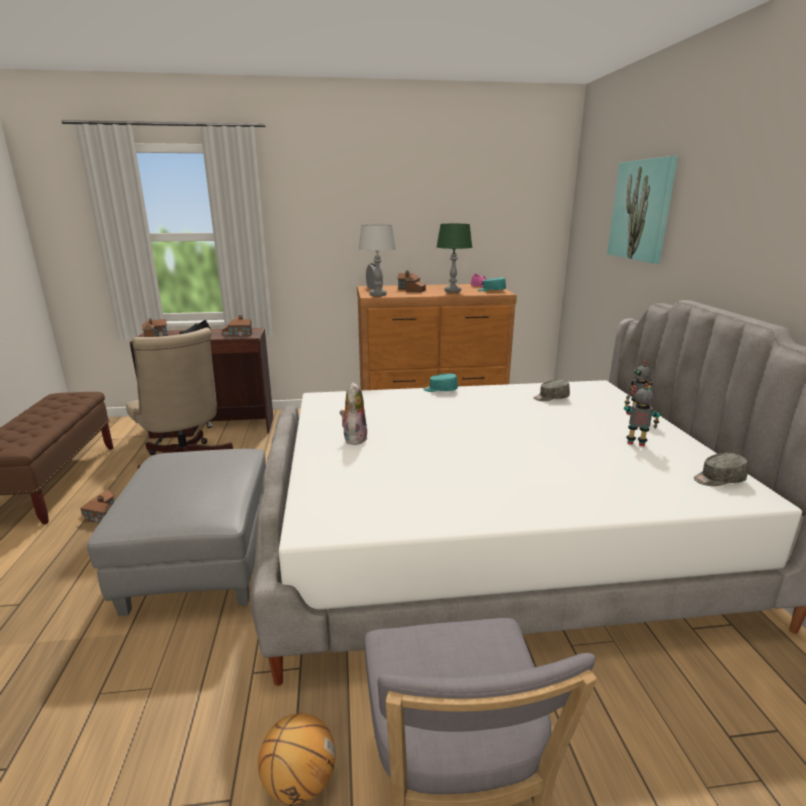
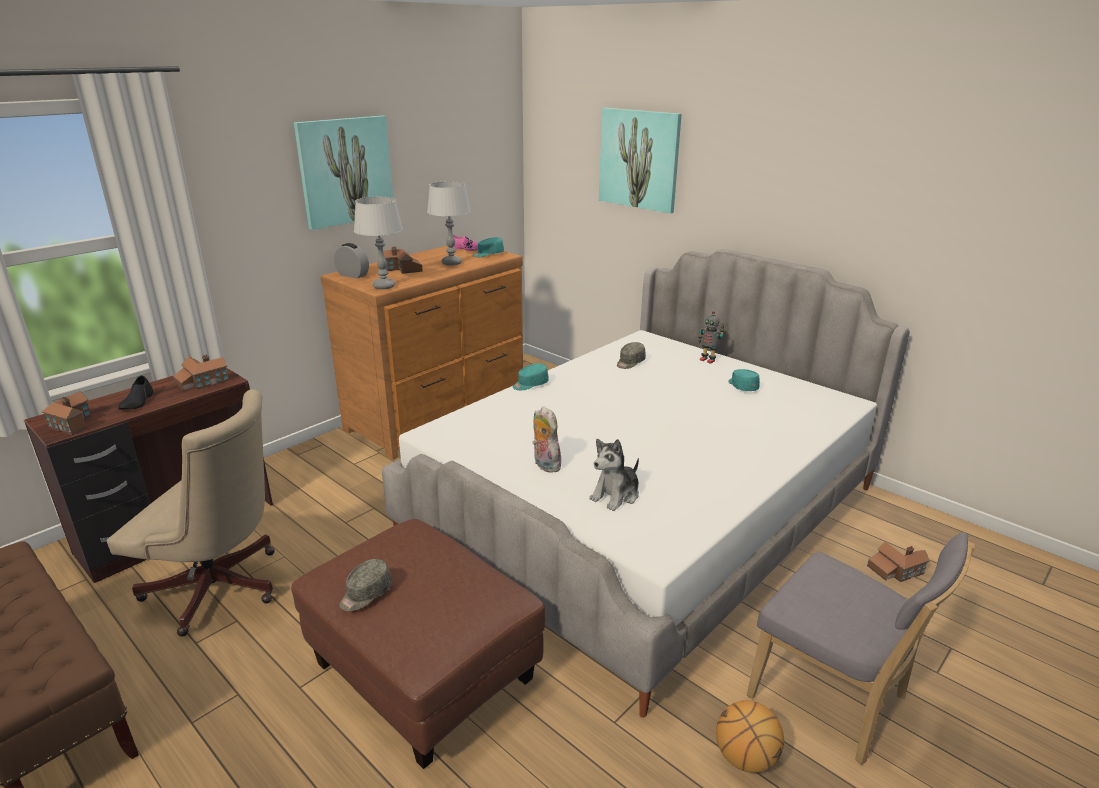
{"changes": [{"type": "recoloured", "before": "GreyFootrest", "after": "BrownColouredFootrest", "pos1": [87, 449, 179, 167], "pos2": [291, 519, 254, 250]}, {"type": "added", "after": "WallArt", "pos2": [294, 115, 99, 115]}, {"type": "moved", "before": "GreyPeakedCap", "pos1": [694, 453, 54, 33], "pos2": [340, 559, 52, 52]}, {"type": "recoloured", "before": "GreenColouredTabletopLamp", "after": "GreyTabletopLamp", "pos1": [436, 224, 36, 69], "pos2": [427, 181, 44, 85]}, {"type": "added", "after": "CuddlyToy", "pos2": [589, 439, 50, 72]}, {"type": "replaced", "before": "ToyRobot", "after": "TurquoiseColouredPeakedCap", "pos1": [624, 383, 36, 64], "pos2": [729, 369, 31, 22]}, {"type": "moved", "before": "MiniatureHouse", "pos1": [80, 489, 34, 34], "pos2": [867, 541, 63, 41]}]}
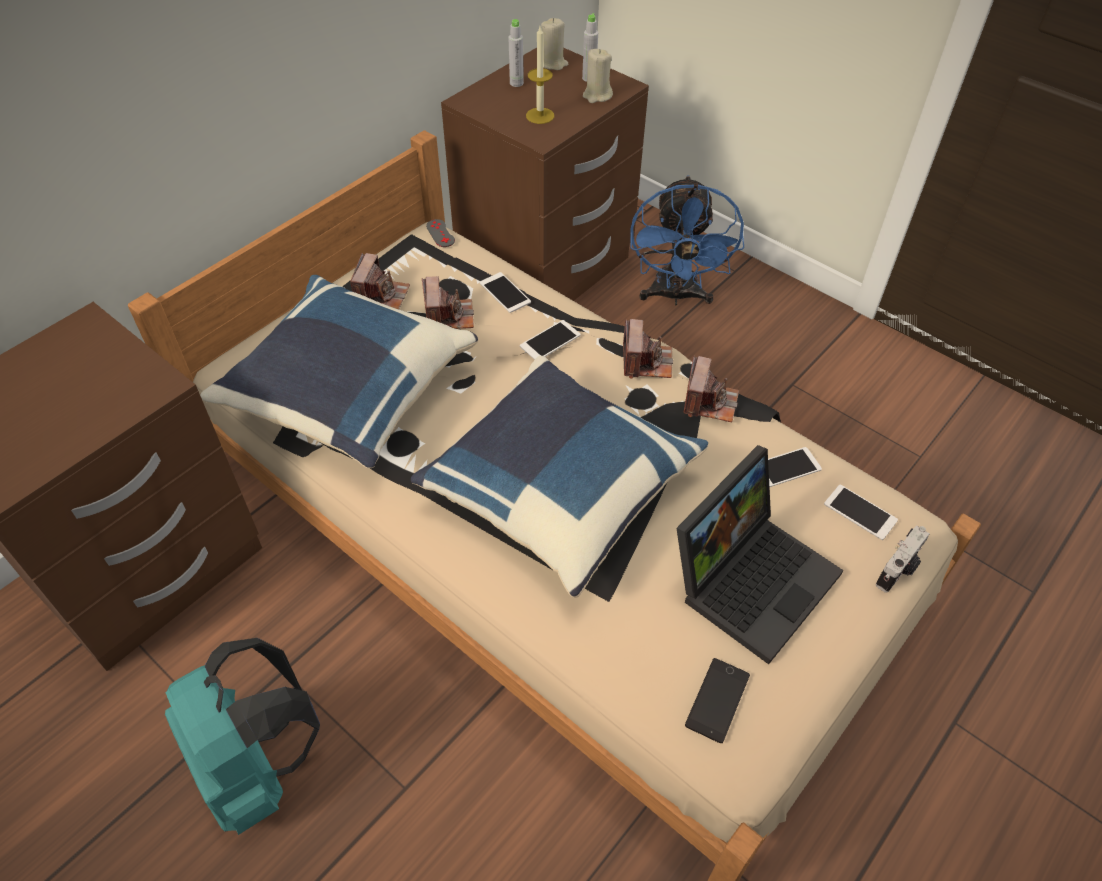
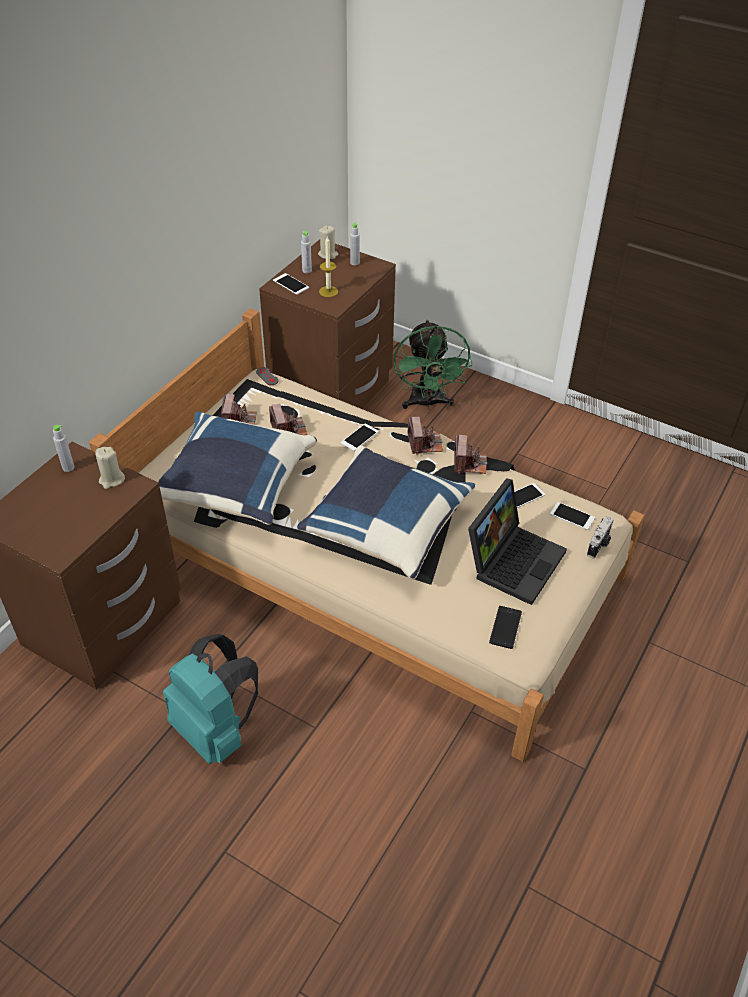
{"changes": [{"type": "added", "after": "GreyDrinkBottle", "pos2": [53, 425, 22, 47]}, {"type": "moved", "before": "SandColouredWaxLight", "pos1": [583, 49, 30, 54], "pos2": [95, 447, 30, 42]}, {"type": "moved", "before": "Telephone", "pos1": [480, 272, 51, 41], "pos2": [273, 273, 36, 22]}, {"type": "recoloured", "before": "BlueColouredFan", "after": "GreenColouredFan", "pos1": [630, 175, 114, 130], "pos2": [393, 320, 80, 90]}]}
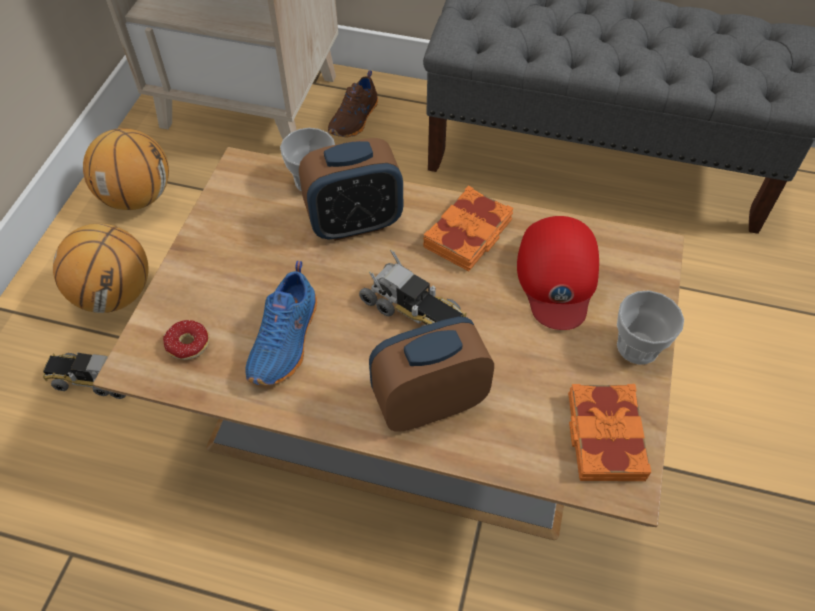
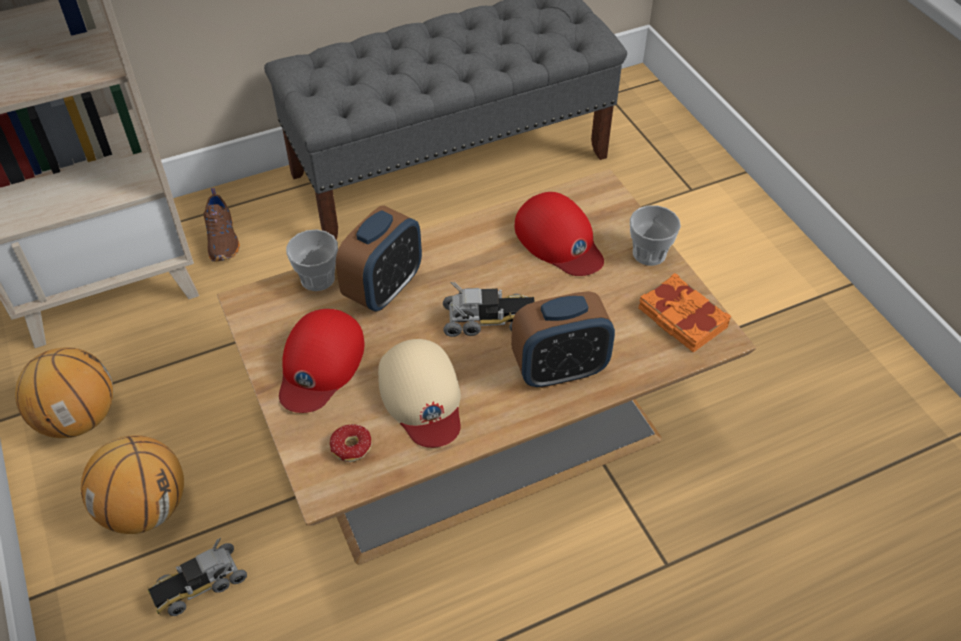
{"changes": [{"type": "added", "after": "ReddishPeakedCap", "pos2": [279, 309, 85, 104]}, {"type": "replaced", "before": "BlueColouredLowShoe", "after": "SandColouredPeakedCap", "pos1": [245, 261, 72, 124], "pos2": [378, 339, 83, 109]}, {"type": "turned", "before": "BedsideClock", "pos1": [369, 317, 125, 115], "pos2": [511, 291, 104, 97], "turn": -135}, {"type": "removed", "before": "OrangeBook", "pos1": [423, 185, 90, 86]}]}
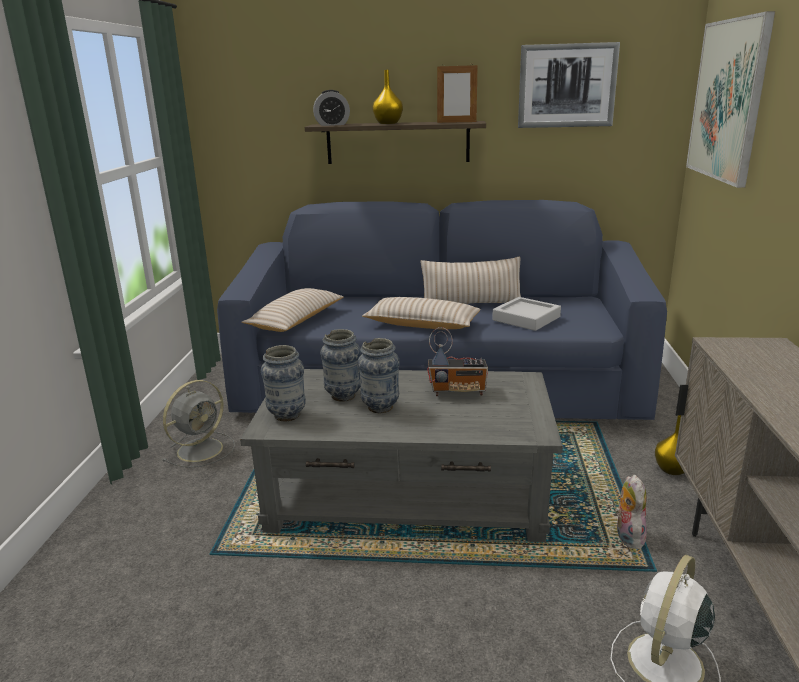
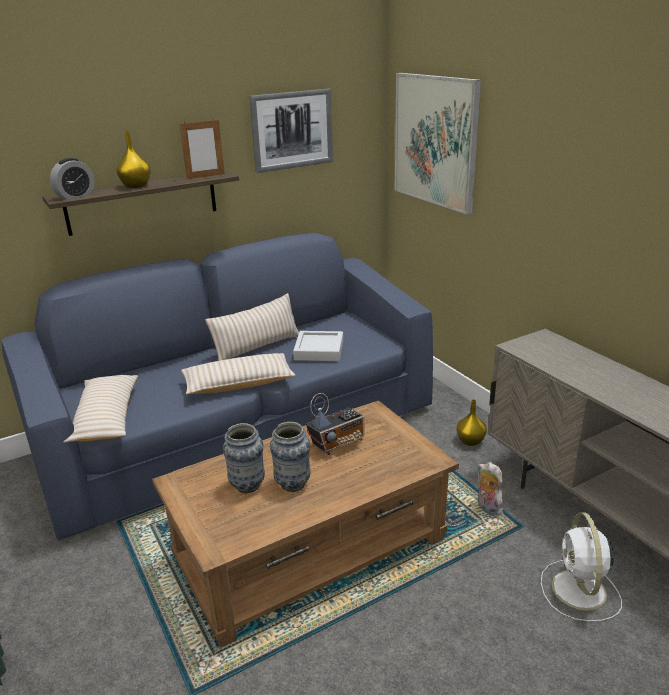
{"changes": [{"type": "recoloured", "before": "GreyLowTable", "after": "BrownColouredLowTable", "pos1": [240, 369, 323, 173], "pos2": [152, 400, 307, 248]}, {"type": "removed", "before": "GreyFan", "pos1": [162, 380, 73, 88]}, {"type": "removed", "before": "Vase", "pos1": [261, 345, 45, 76]}]}
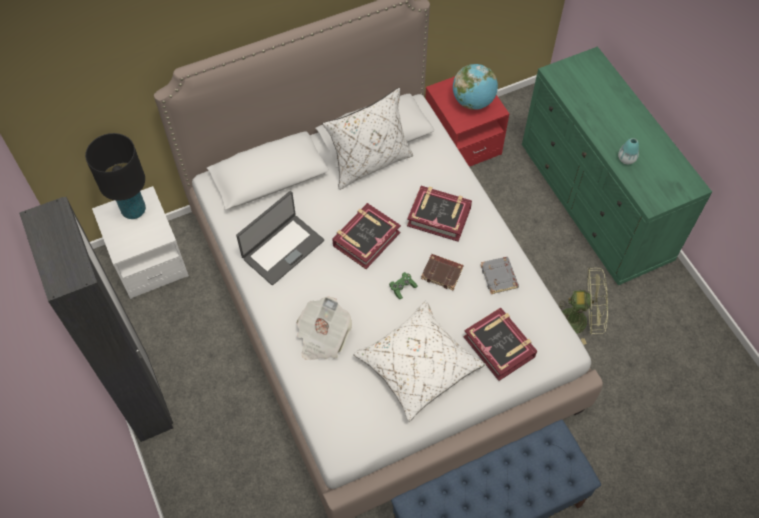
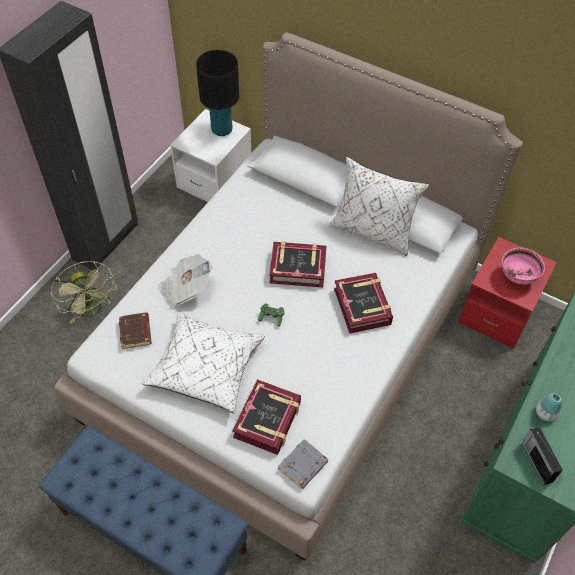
{"changes": [{"type": "moved", "before": "GreenColouredFan", "pos1": [559, 267, 49, 78], "pos2": [51, 261, 66, 63]}, {"type": "moved", "before": "BrownColouredBook", "pos1": [421, 254, 42, 36], "pos2": [119, 313, 33, 36]}, {"type": "moved", "before": "GreyBook", "pos1": [481, 257, 38, 37], "pos2": [278, 439, 50, 50]}, {"type": "replaced", "before": "WorldGlobe", "after": "PinkColouredDeepDish", "pos1": [453, 64, 45, 46], "pos2": [502, 248, 43, 37]}, {"type": "added", "after": "RadioSet", "pos2": [522, 427, 41, 58]}, {"type": "removed", "before": "NotebookComputer", "pos1": [236, 191, 88, 94]}]}
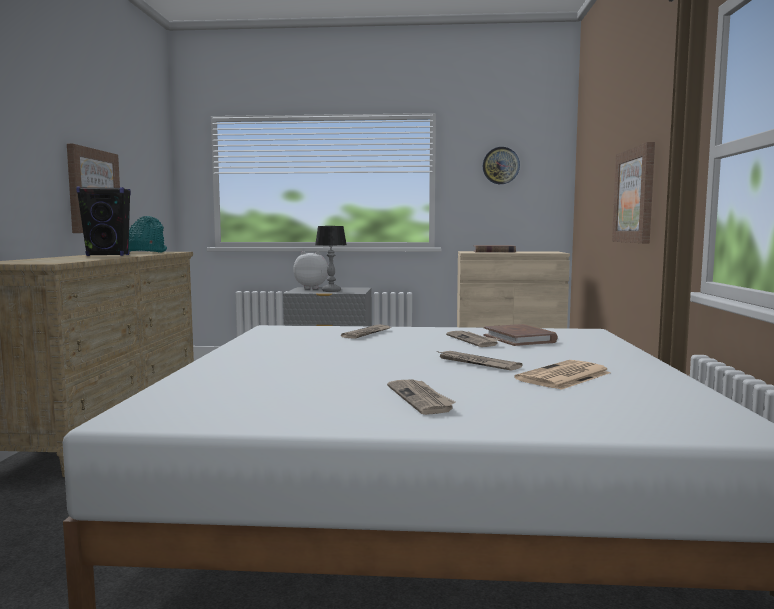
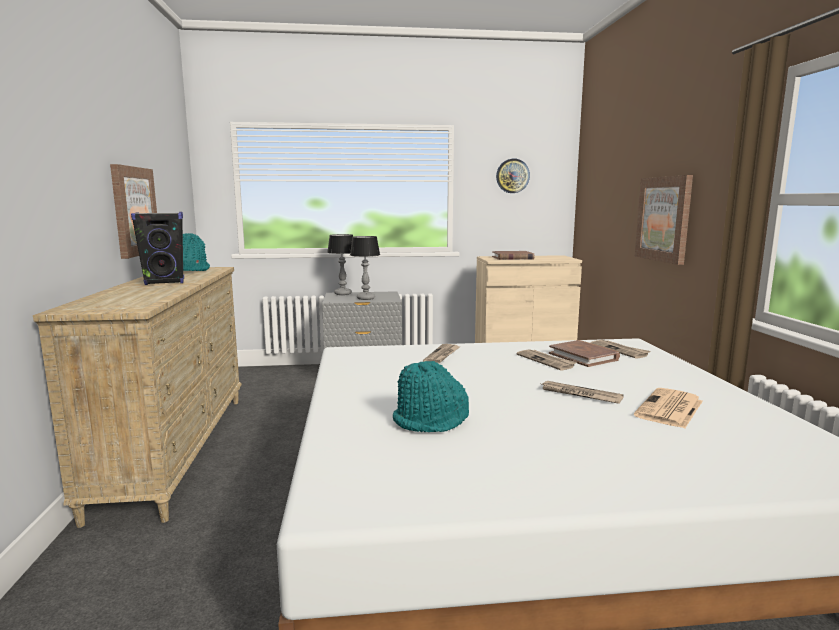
{"changes": [{"type": "replaced", "before": "CuddlyToy", "after": "TabletopLamp", "pos1": [293, 251, 35, 38], "pos2": [327, 234, 26, 61]}, {"type": "added", "after": "TurquoiseColouredWearableHat", "pos2": [393, 361, 76, 71]}, {"type": "moved", "before": "PrintedPaper", "pos1": [387, 379, 69, 36], "pos2": [591, 340, 60, 19]}]}
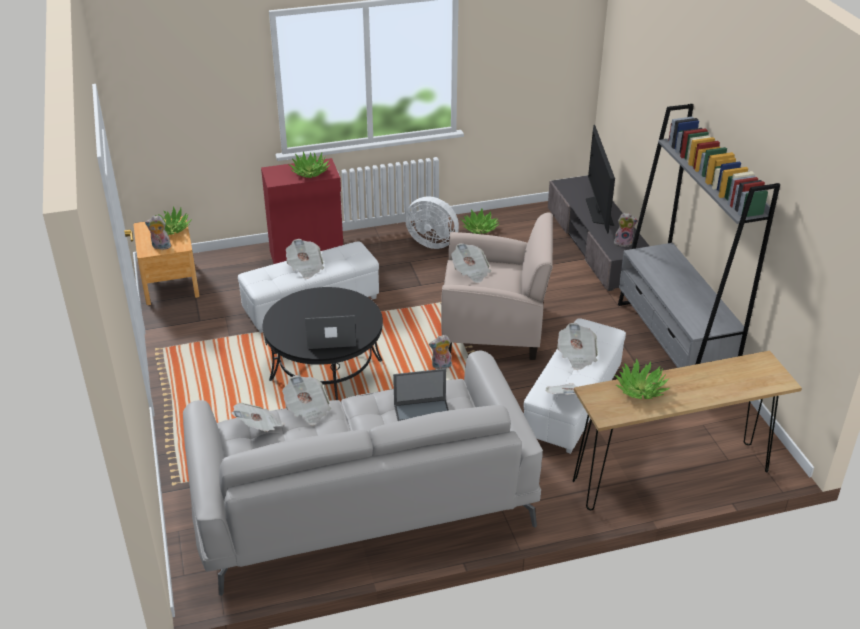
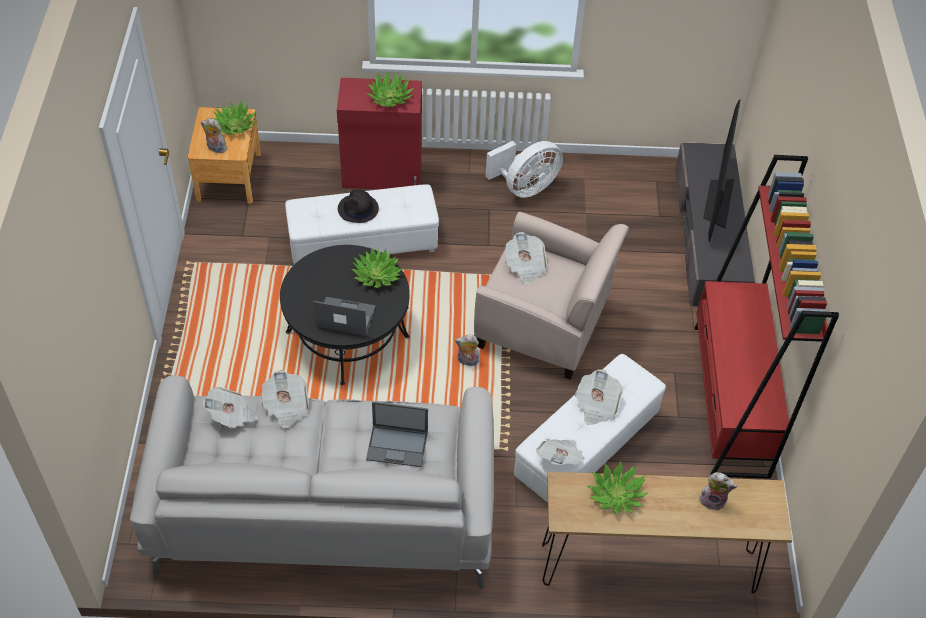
{"changes": [{"type": "replaced", "before": "PrintedPaper", "after": "BlackWearableHat", "pos1": [286, 239, 38, 40], "pos2": [338, 189, 41, 34]}, {"type": "moved", "before": "Houseplant", "pos1": [461, 208, 38, 26], "pos2": [351, 247, 52, 41]}, {"type": "turned", "before": "WhitishFan", "pos1": [405, 196, 54, 53], "pos2": [486, 141, 77, 57], "turn": -75}, {"type": "recoloured", "before": "GreyShelvingUnit", "after": "ReddishShelvingUnit", "pos1": [618, 104, 162, 264], "pos2": [695, 155, 144, 324]}, {"type": "moved", "before": "CuddlyToy", "pos1": [614, 213, 25, 34], "pos2": [699, 472, 38, 39]}]}
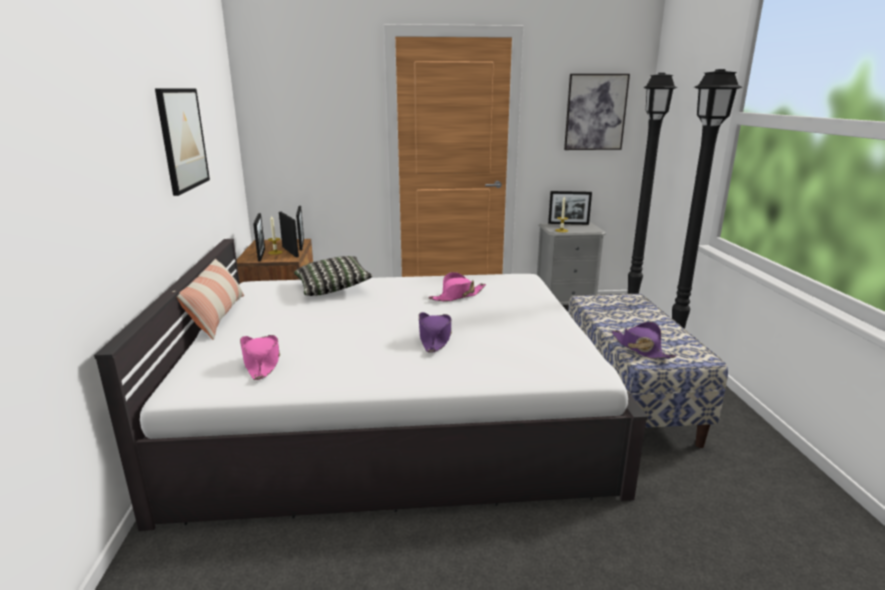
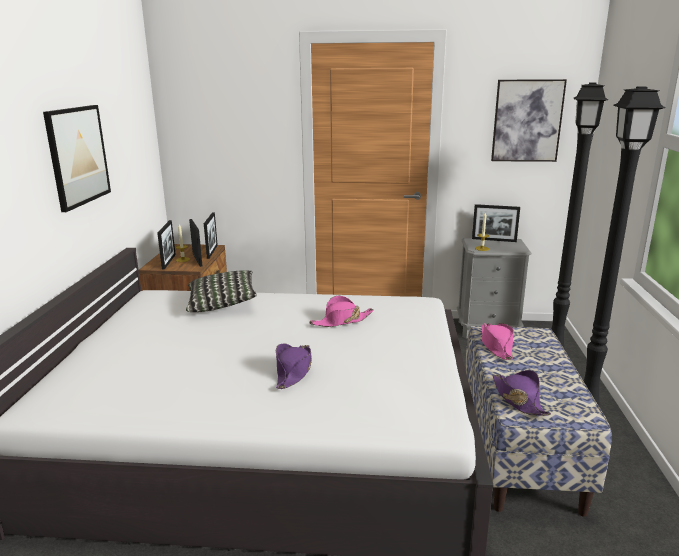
{"changes": [{"type": "moved", "before": "PinkColouredWearableHat", "pos1": [240, 335, 40, 45], "pos2": [482, 323, 32, 37]}, {"type": "removed", "before": "Pillow", "pos1": [173, 259, 71, 81]}]}
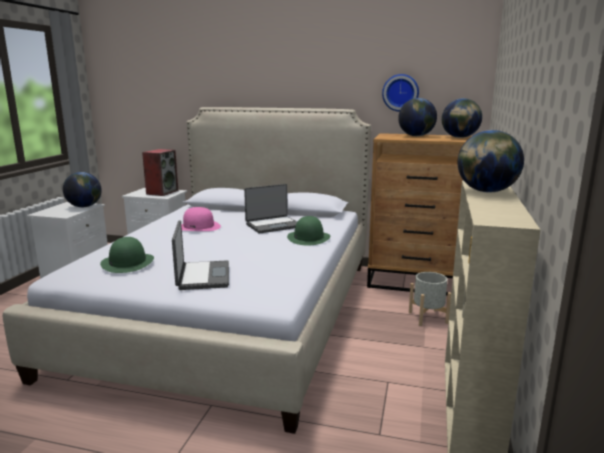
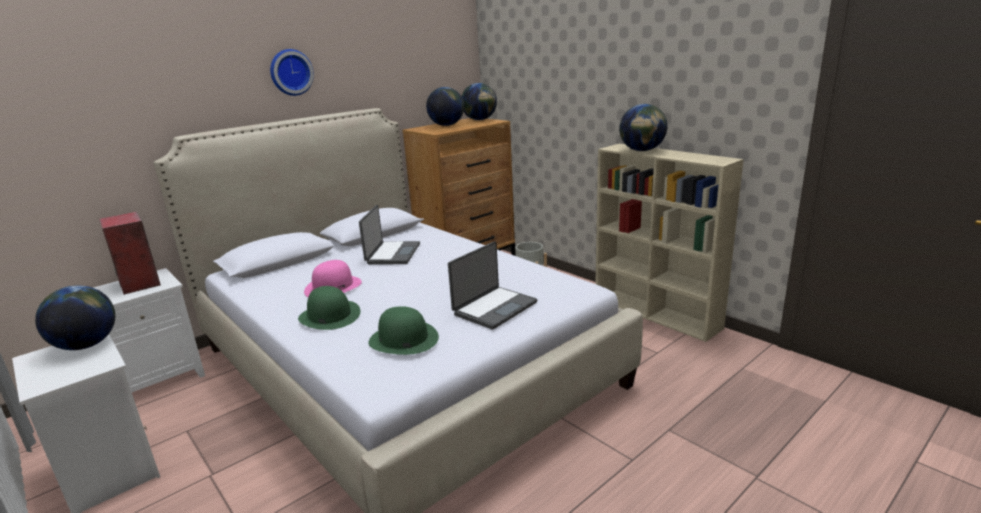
{"changes": [{"type": "moved", "before": "ClockOnTheWall", "pos1": [382, 74, 37, 38], "pos2": [270, 49, 44, 47]}, {"type": "moved", "before": "GreenColouredWearableHat", "pos1": [287, 216, 43, 29], "pos2": [298, 286, 62, 44]}, {"type": "turned", "before": "NotebookComputer", "pos1": [172, 221, 57, 69], "pos2": [448, 241, 89, 88], "turn": 105}]}
